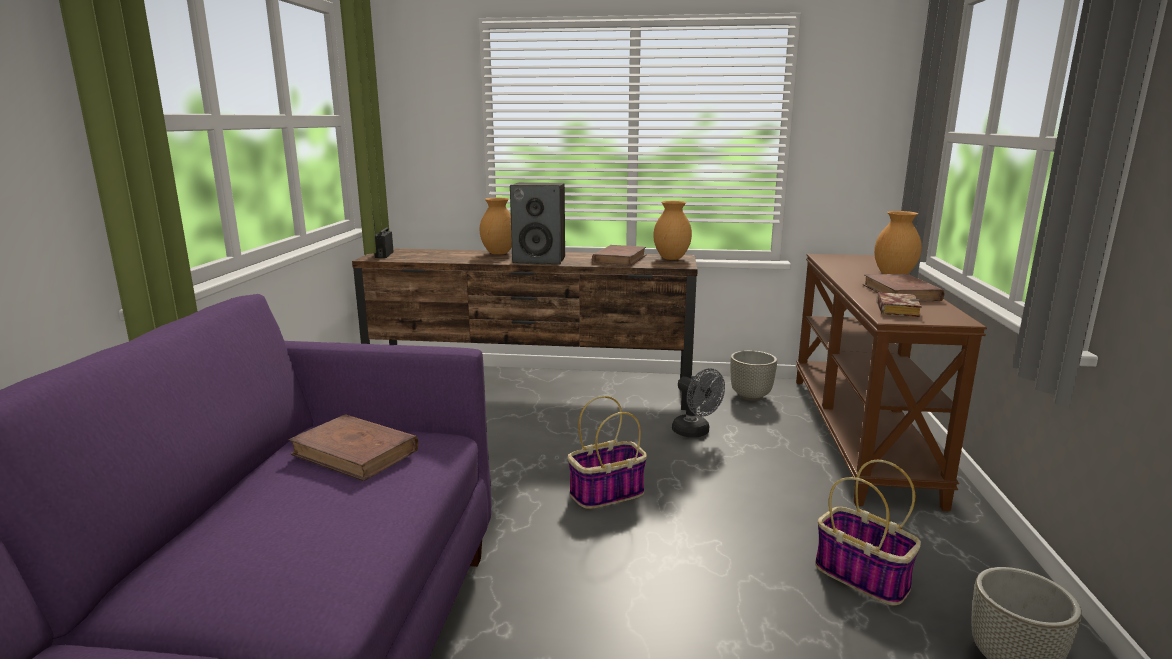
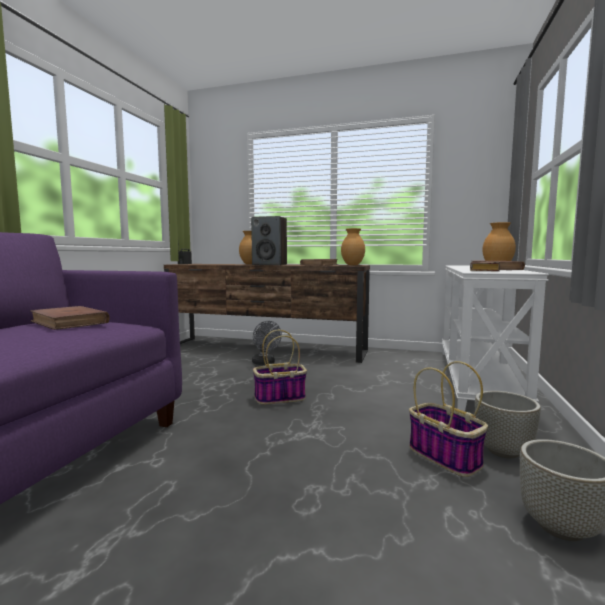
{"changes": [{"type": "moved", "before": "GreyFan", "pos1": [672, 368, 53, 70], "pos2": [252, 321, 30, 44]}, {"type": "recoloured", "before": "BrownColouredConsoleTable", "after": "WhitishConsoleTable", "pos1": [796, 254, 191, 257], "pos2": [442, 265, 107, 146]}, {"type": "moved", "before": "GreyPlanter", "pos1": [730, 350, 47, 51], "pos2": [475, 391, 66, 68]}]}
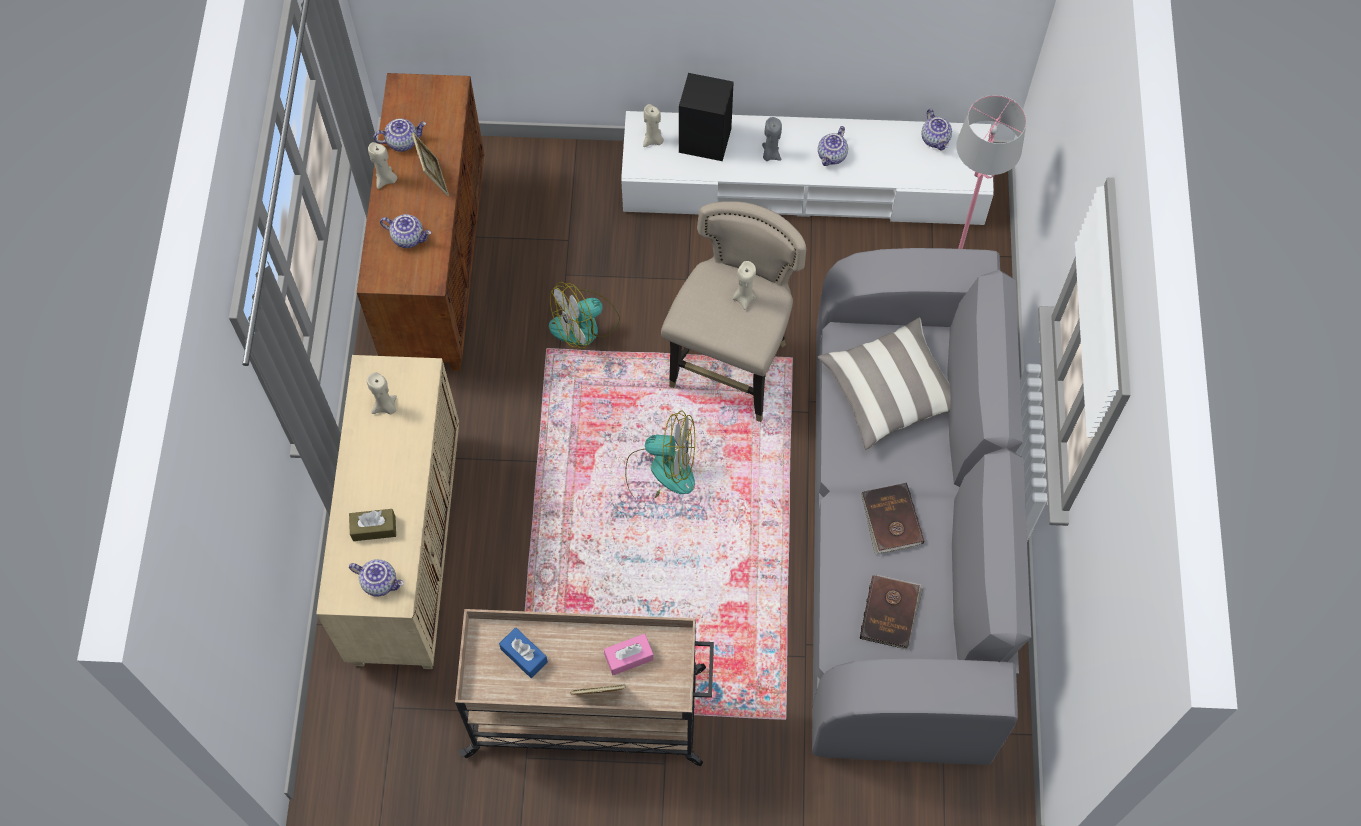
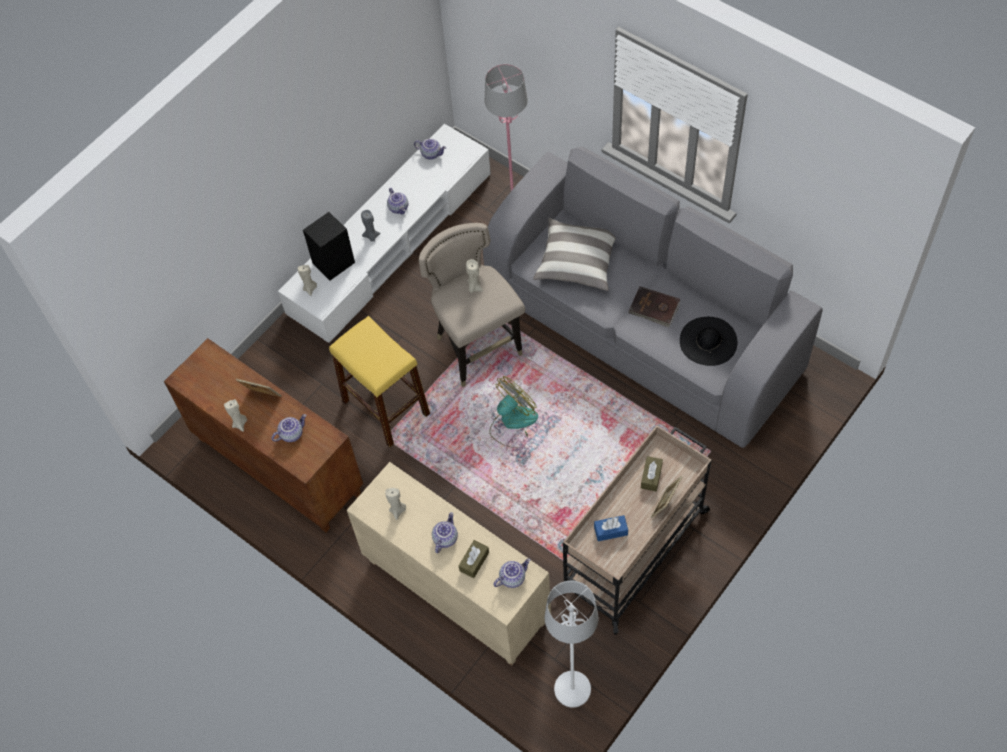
{"changes": [{"type": "replaced", "before": "Fan", "after": "YellowColouredStool", "pos1": [549, 282, 71, 67], "pos2": [329, 316, 101, 131]}, {"type": "moved", "before": "TeaPot", "pos1": [373, 119, 53, 33], "pos2": [432, 512, 26, 41]}, {"type": "added", "after": "WhitishStandardLamp", "pos2": [545, 580, 54, 128]}, {"type": "recoloured", "before": "PinkColouredTissueBox", "after": "BrownColouredTissueBox", "pos1": [604, 634, 50, 41], "pos2": [641, 456, 22, 35]}, {"type": "replaced", "before": "BrownColouredBook", "after": "BlackWearableHat", "pos1": [860, 575, 63, 75], "pos2": [680, 317, 57, 49]}]}
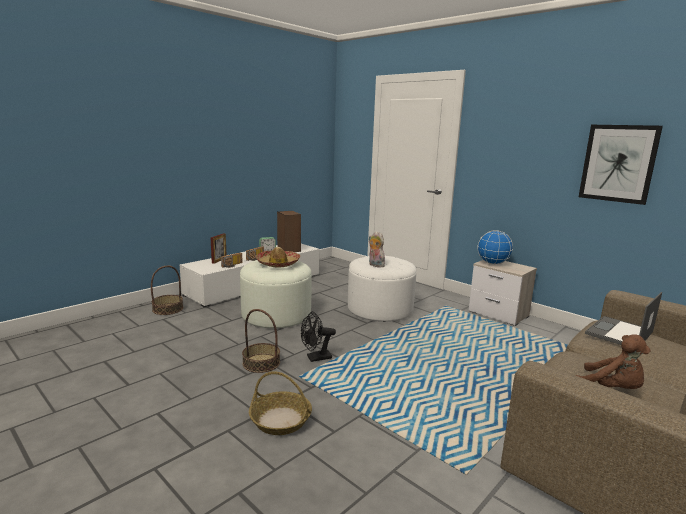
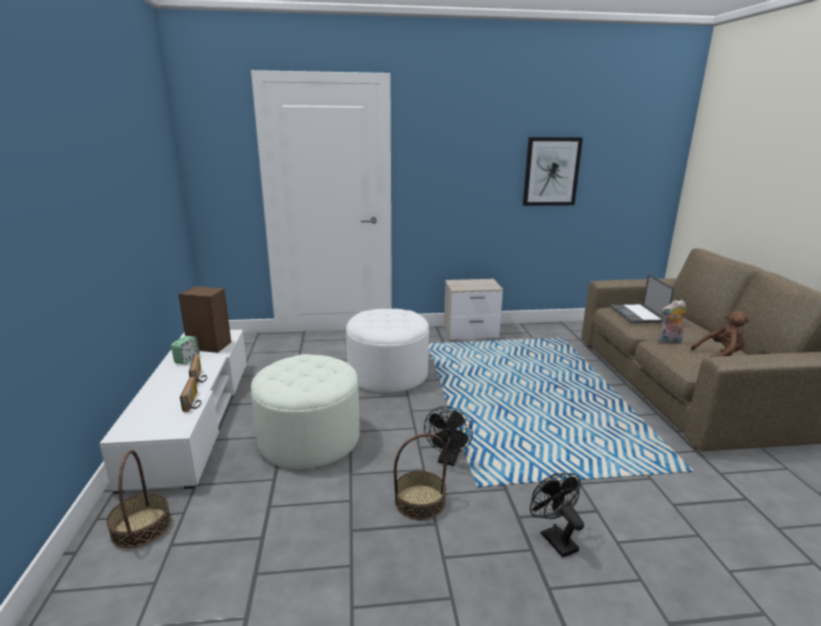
{"changes": [{"type": "replaced", "before": "Basket", "after": "BlackFan", "pos1": [249, 371, 63, 64], "pos2": [530, 473, 54, 85]}, {"type": "moved", "before": "CuddlyToy", "pos1": [369, 231, 16, 37], "pos2": [658, 300, 28, 45]}, {"type": "removed", "before": "StandingFrame", "pos1": [211, 233, 16, 31]}, {"type": "removed", "before": "WearableHat", "pos1": [256, 247, 44, 21]}, {"type": "removed", "before": "WorldGlobe", "pos1": [477, 230, 36, 34]}]}
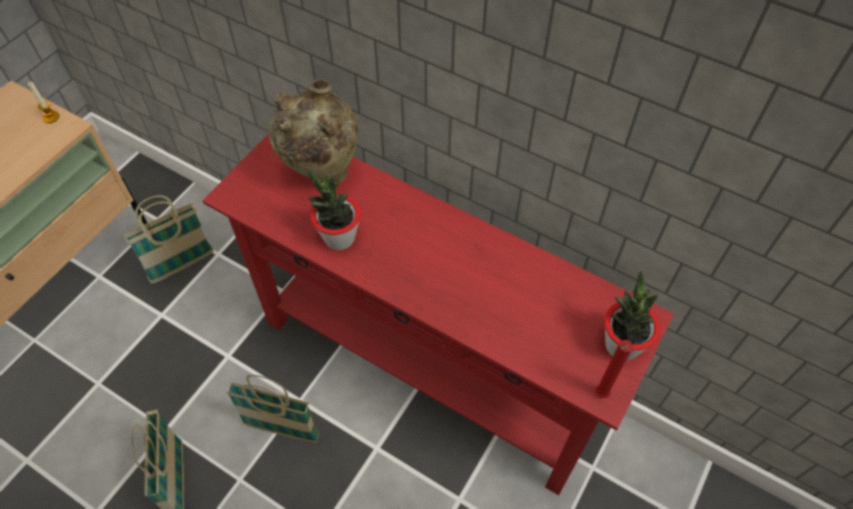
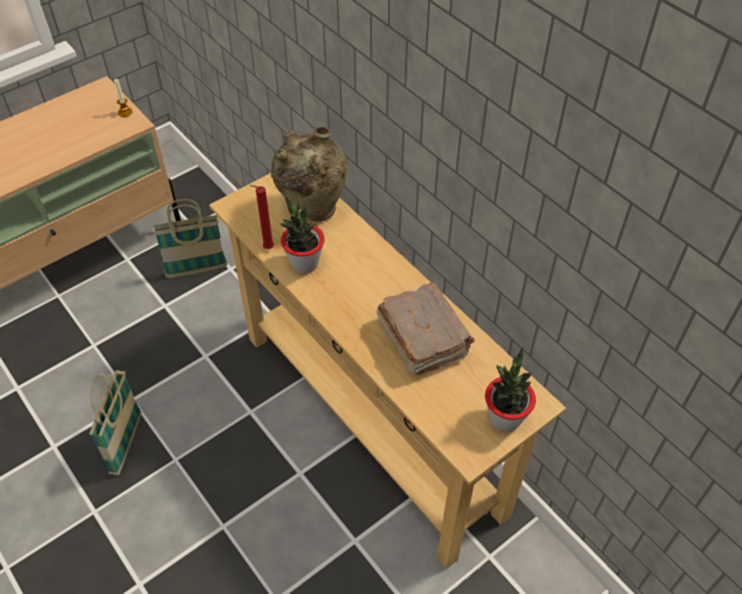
{"changes": [{"type": "recoloured", "before": "ReddishConsoleTable", "after": "SandColouredConsoleTable", "pos1": [202, 134, 472, 361], "pos2": [209, 173, 357, 396]}, {"type": "moved", "before": "ReddishWaxLight", "pos1": [595, 340, 38, 58], "pos2": [250, 185, 24, 64]}, {"type": "added", "after": "BrownColouredBook", "pos2": [377, 282, 98, 93]}, {"type": "removed", "before": "Basket", "pos1": [226, 375, 93, 68]}]}
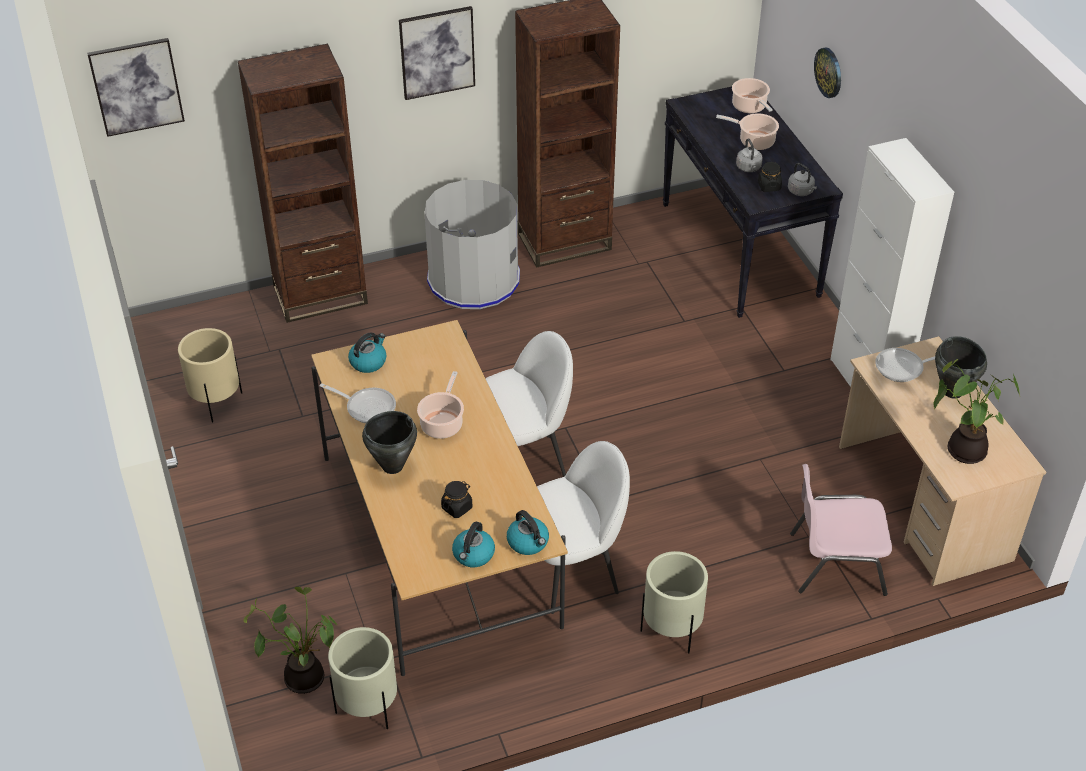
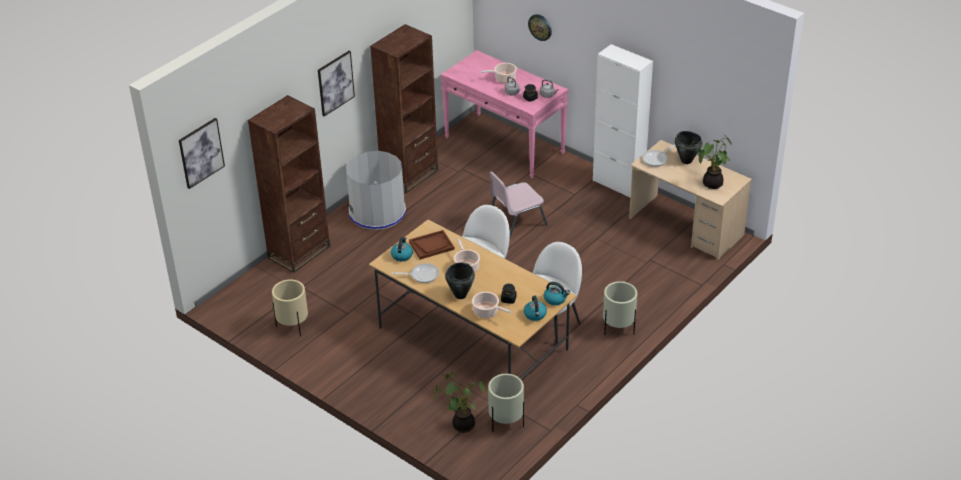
{"changes": [{"type": "added", "after": "BrownColouredServingTray", "pos2": [409, 230, 46, 30]}, {"type": "recoloured", "before": "BlackConsoleTable", "after": "PinkColouredConsoleTable", "pos1": [663, 87, 180, 231], "pos2": [440, 50, 128, 128]}, {"type": "moved", "before": "CookingPot", "pos1": [732, 78, 41, 35], "pos2": [472, 292, 39, 26]}, {"type": "moved", "before": "PinkColouredPlainChair", "pos1": [790, 464, 102, 132], "pos2": [490, 171, 58, 66]}]}
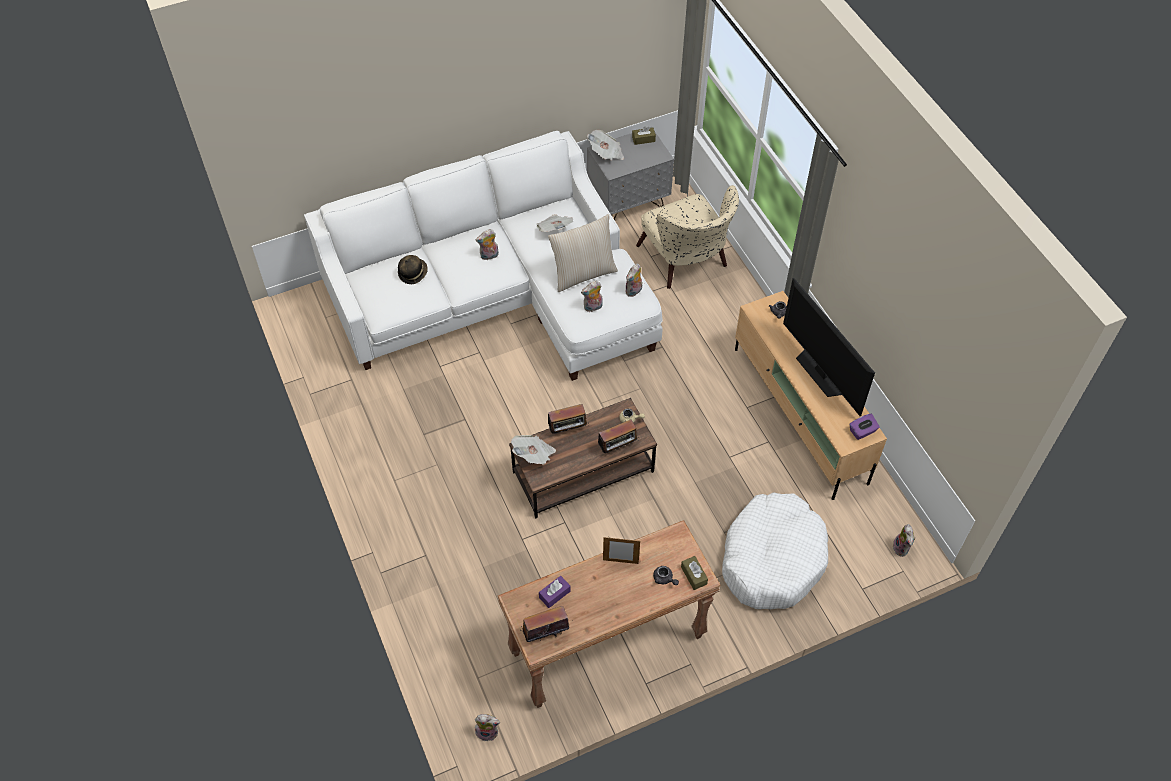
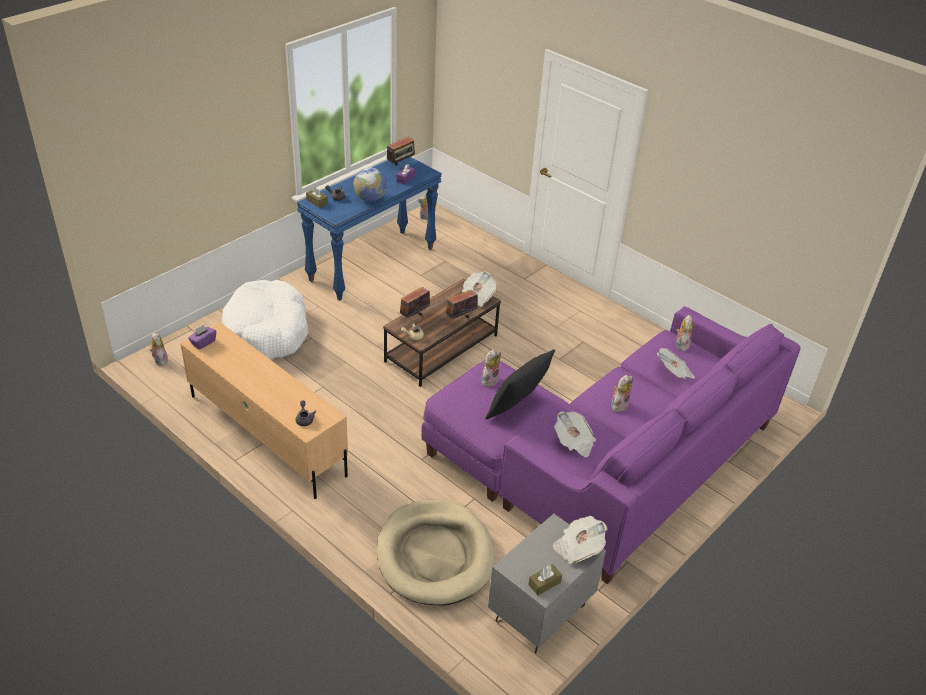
{"changes": [{"type": "recoloured", "before": "BrownColouredConsoleTable", "after": "BlueColouredConsoleTable", "pos1": [498, 520, 223, 188], "pos2": [297, 157, 145, 144]}, {"type": "replaced", "before": "StandingFrame", "after": "WorldGlobe", "pos1": [603, 537, 37, 27], "pos2": [353, 168, 34, 34]}, {"type": "replaced", "before": "SandColouredLoungeChair", "after": "SandColouredDogBed", "pos1": [636, 185, 103, 104], "pos2": [377, 499, 118, 106]}, {"type": "recoloured", "before": "WhitishSofa", "after": "PurpleSofa", "pos1": [304, 131, 359, 250], "pos2": [421, 306, 380, 278]}, {"type": "recoloured", "before": "SandColouredPillow", "after": "BlackPillow", "pos1": [548, 214, 70, 78], "pos2": [485, 349, 70, 70]}, {"type": "replaced", "before": "WearableHat", "after": "PrintedPaper", "pos1": [398, 255, 30, 29], "pos2": [657, 348, 38, 31]}, {"type": "moved", "before": "CuddlyToy", "pos1": [626, 264, 17, 33], "pos2": [676, 315, 17, 36]}, {"type": "removed", "before": "Television", "pos1": [783, 278, 92, 138]}]}
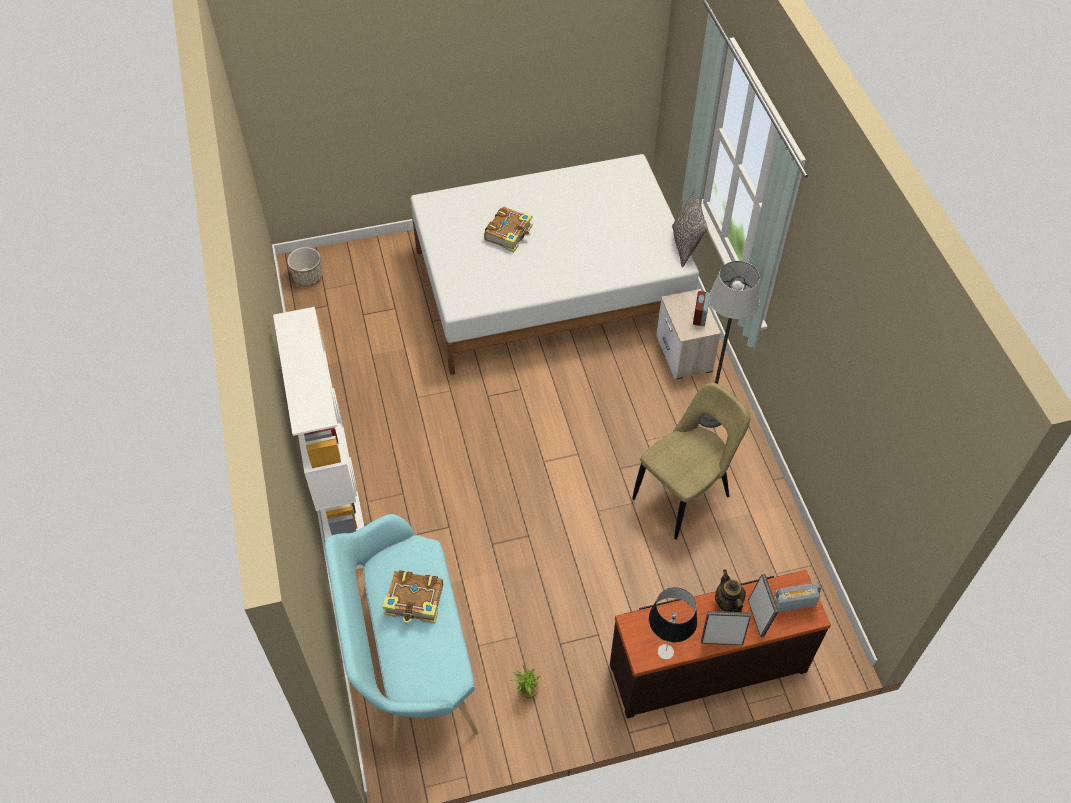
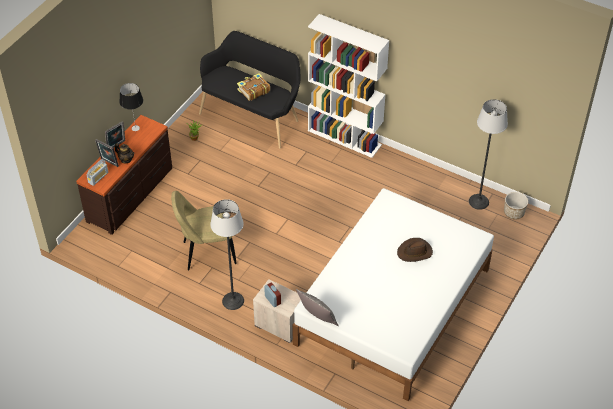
{"changes": [{"type": "turned", "before": "SandColouredPlainChair", "pos1": [632, 382, 119, 158], "pos2": [171, 191, 66, 79], "turn": 75}, {"type": "recoloured", "before": "TurquoiseColouredBench", "after": "BlackBench", "pos1": [325, 514, 153, 235], "pos2": [199, 31, 101, 118]}, {"type": "replaced", "before": "Book", "after": "BrownColouredWearableHat", "pos1": [484, 207, 49, 45], "pos2": [397, 238, 36, 24]}, {"type": "added", "after": "StandardLamp", "pos2": [469, 99, 39, 111]}]}
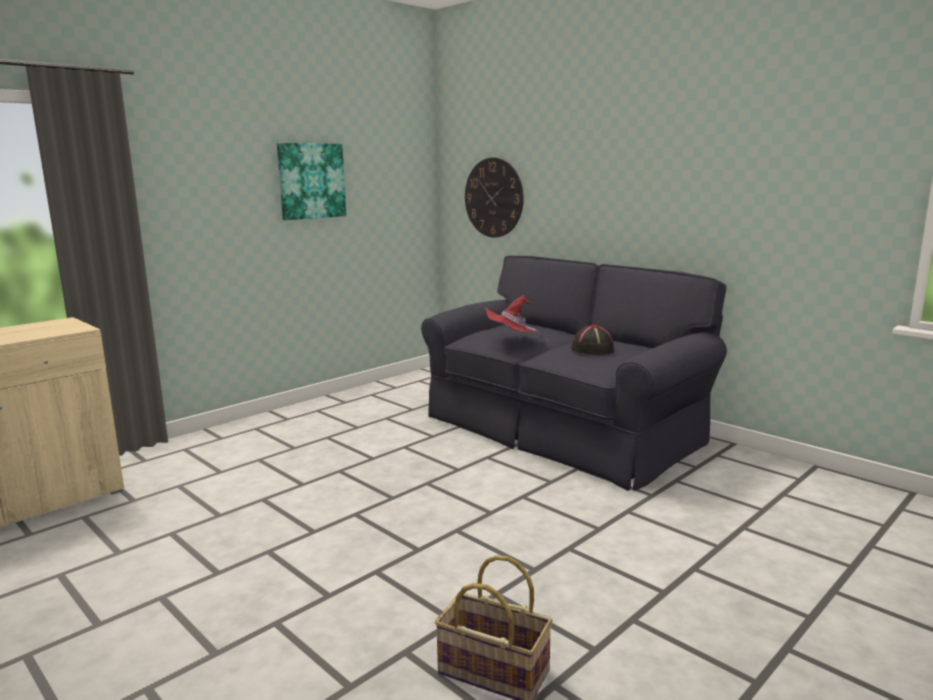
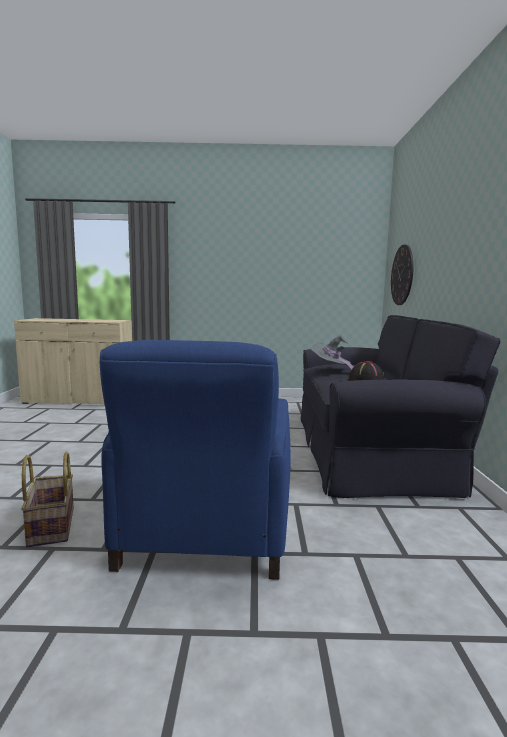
{"changes": [{"type": "added", "after": "BlueColouredLoungeChair", "pos2": [100, 340, 191, 240]}, {"type": "recoloured", "before": "ReddishWearableHat", "after": "GreyWearableHat", "pos1": [485, 295, 63, 47], "pos2": [311, 335, 42, 35]}, {"type": "removed", "before": "WallArt", "pos1": [277, 143, 69, 77]}]}
